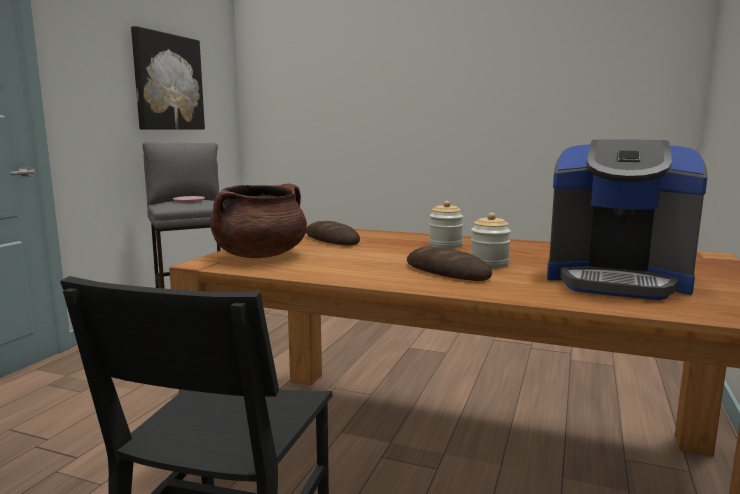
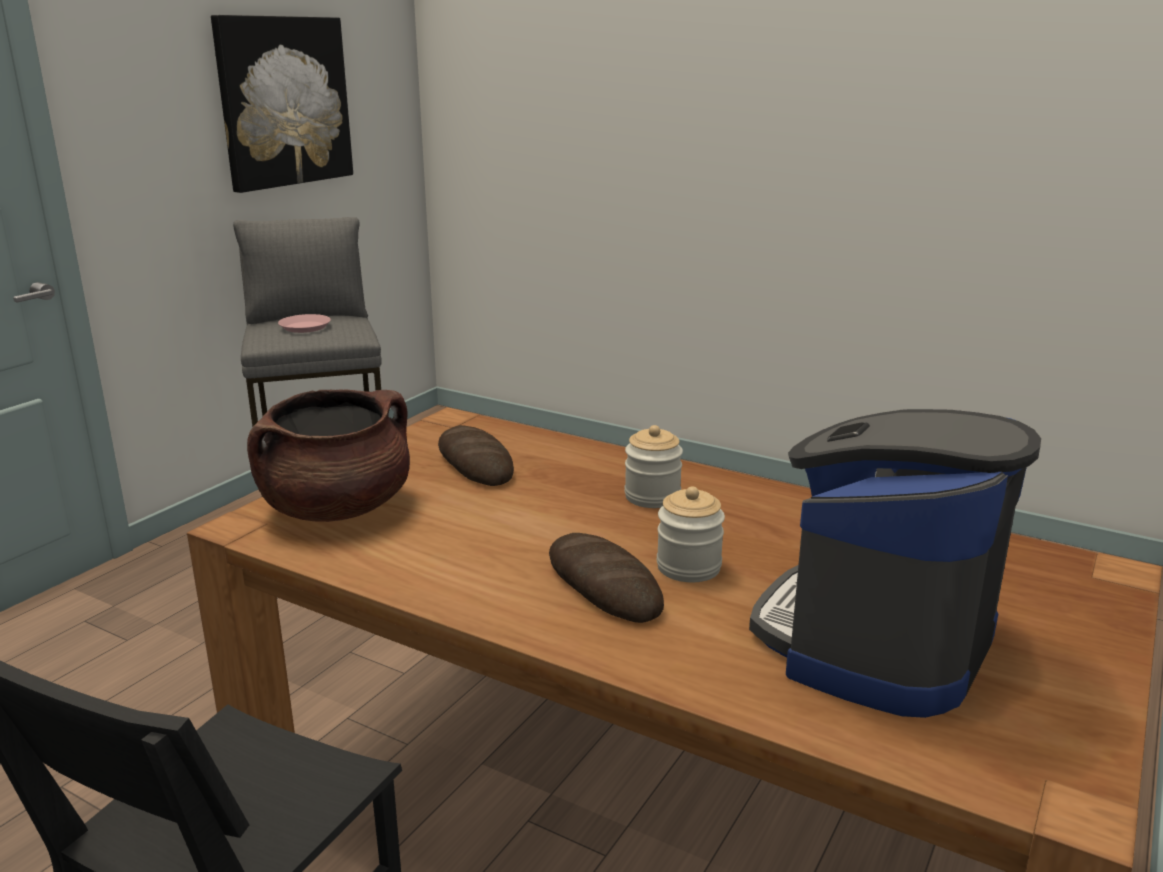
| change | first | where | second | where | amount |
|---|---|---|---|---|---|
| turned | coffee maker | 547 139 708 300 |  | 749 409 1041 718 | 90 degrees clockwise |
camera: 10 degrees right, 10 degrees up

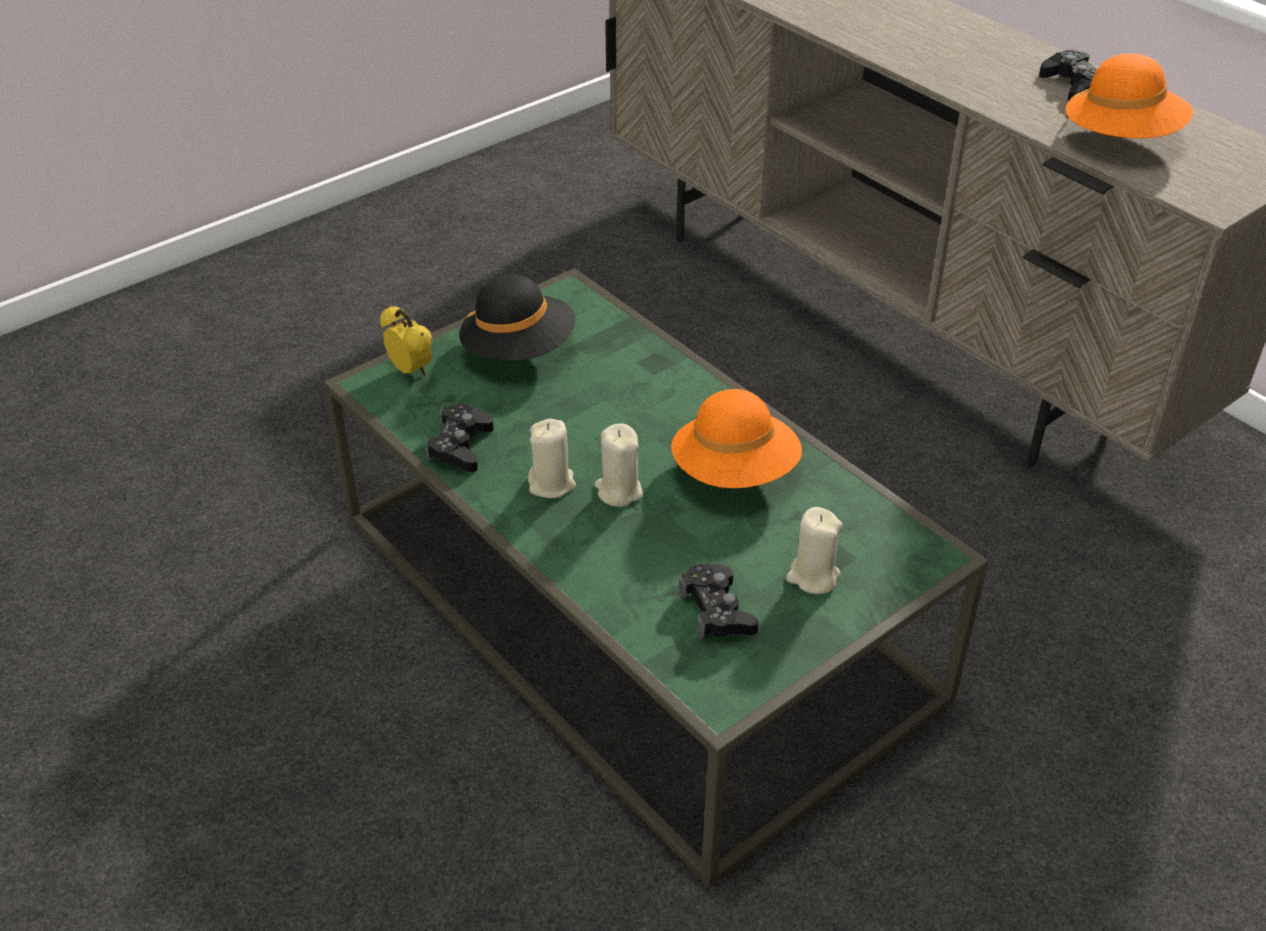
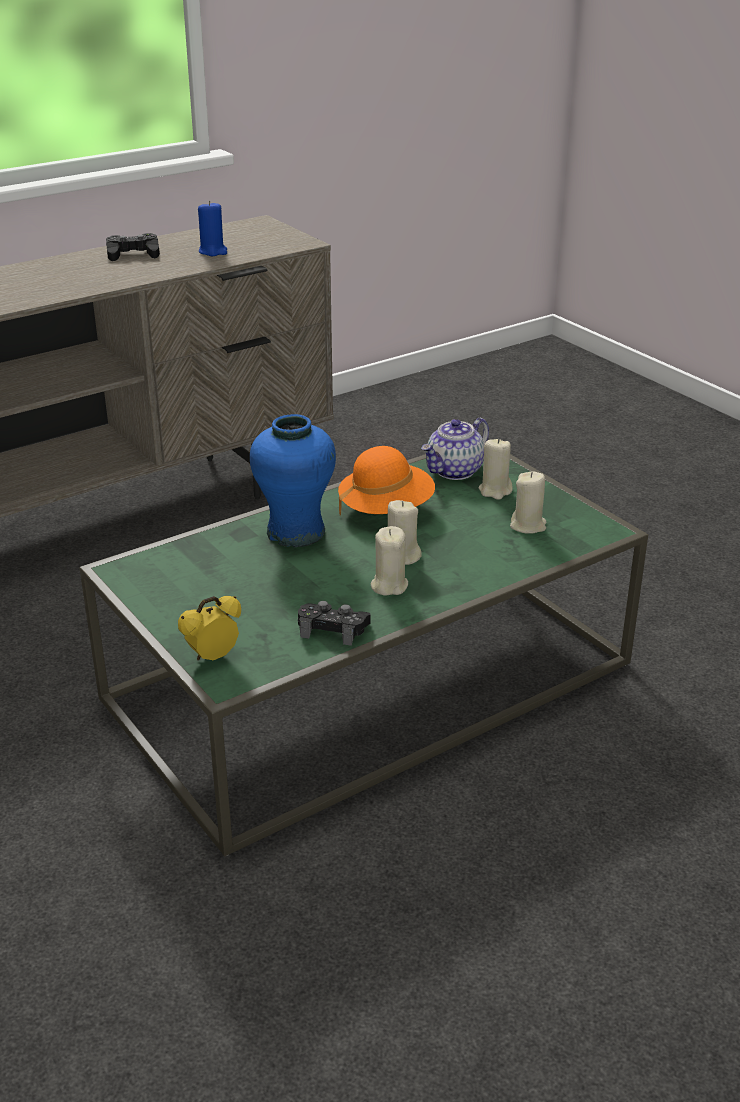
| change | first | where | second | where | amount |
|---|---|---|---|---|---|
| replaced | hat/orangey | 1066 53 1193 138 | candle/blue-coloured | 198 200 227 256 |  |
| added |  |  | vase/blue-coloured | 250 414 336 547 |  |
| added |  |  | teapot | 421 418 489 480 |  |
| replaced | joypad/blackish | 679 563 759 640 | candle/beige-coloured | 510 471 546 534 |  |
| removed | hat/blackish | 459 274 575 361 |  |  |  |
camera: 85 degrees left, 10 degrees down

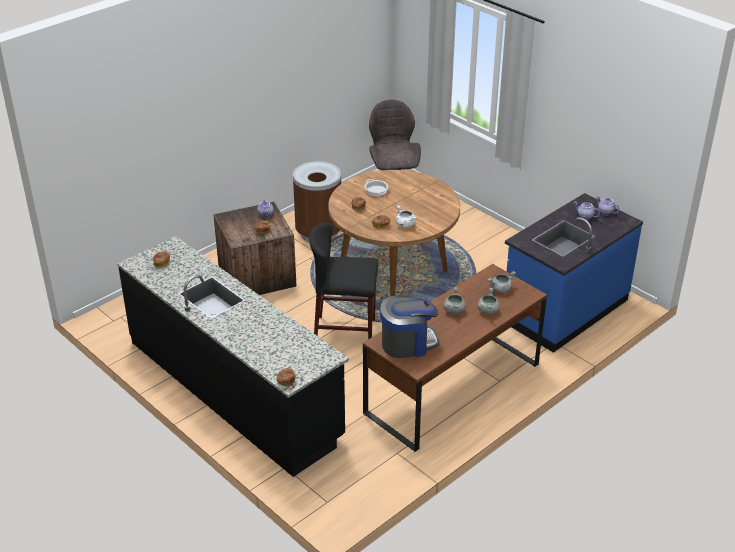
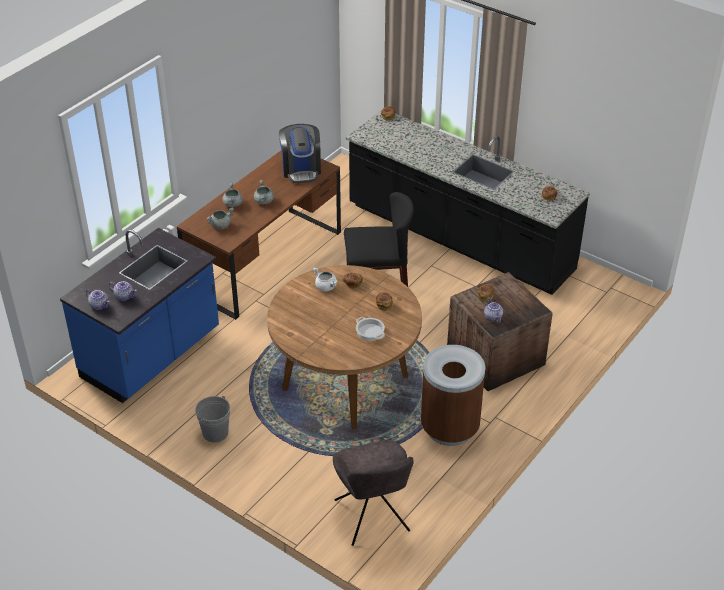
| change | first | where | second | where | amount |
|---|---|---|---|---|---|
| added |  |  | pail/greyish | 195 396 230 442 |  |
| turned | coffee maker | 380 295 439 358 |  | 279 124 321 183 | 75 degrees counterclockwise |
camera: 170 degrees right, 5 degrees up

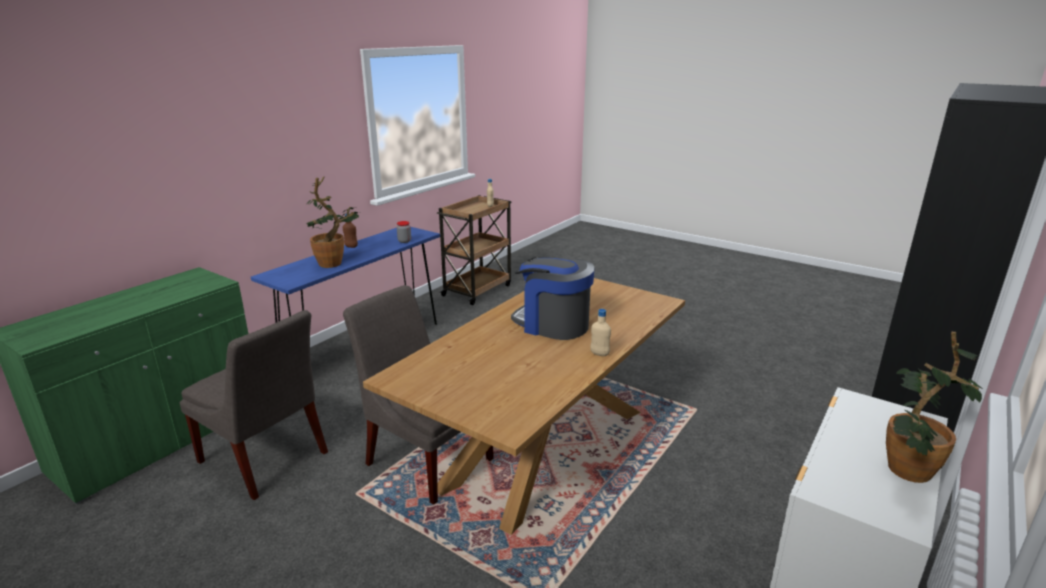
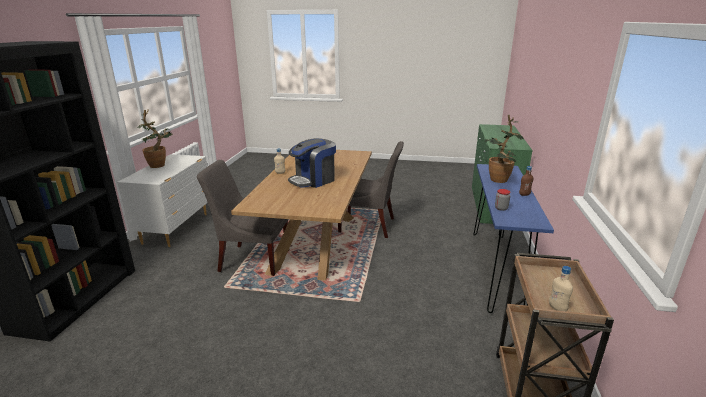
| change | first | where | second | where | amount |
|---|---|---|---|---|---|
| moved | upright chair/greyish | 180 310 328 500 |  | 197 160 290 276 |  |
| turned | coffee maker | 511 257 594 340 |  | 288 138 336 188 | 135 degrees clockwise |
camera: 155 degrees right, 0 degrees up

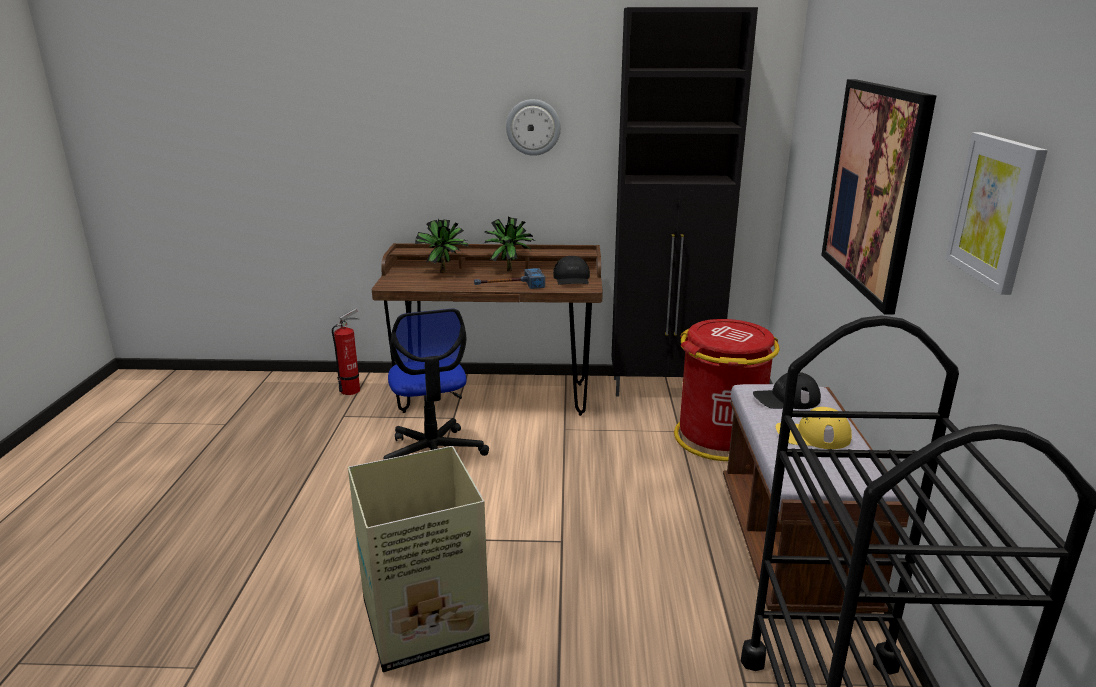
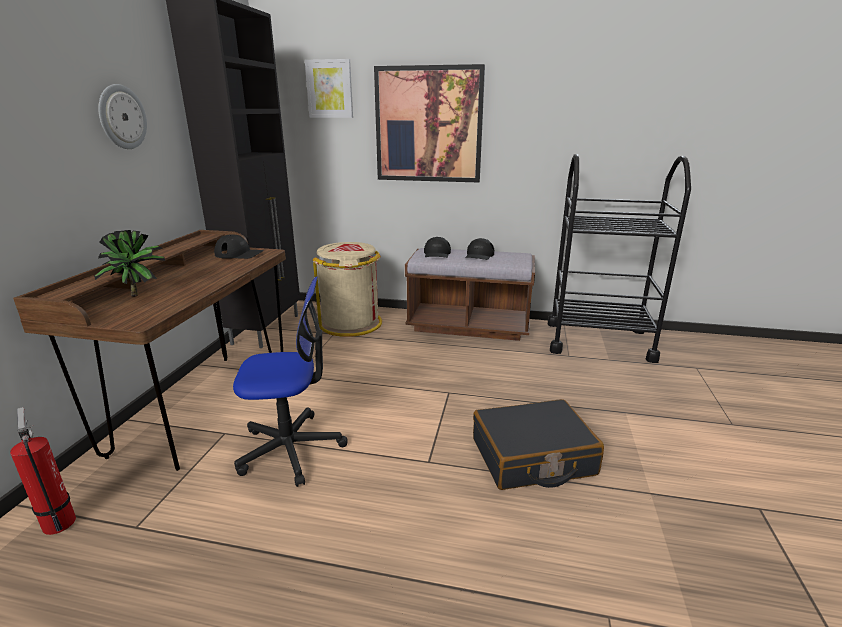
| change | first | where | second | where | amount |
|---|---|---|---|---|---|
| moved | wall art | 946 132 1048 295 |  | 305 59 353 118 |  |
| recoloured | trash can/red-coloured | 674 319 779 461 | trash can/beige-coloured | 313 242 382 337 |  |
| recoloured | peaked cap/yellow | 776 407 852 449 | peaked cap/blackish | 465 238 495 260 |  |
| replaced | carton | 348 446 490 673 | suitcase/blackish | 473 399 604 490 |  |
| removed | hand hammer | 474 268 545 289 |  |  |  |
| removed | potted plant | 484 217 535 271 |  |  |  |
camera: 80 degrees left, 0 degrees up

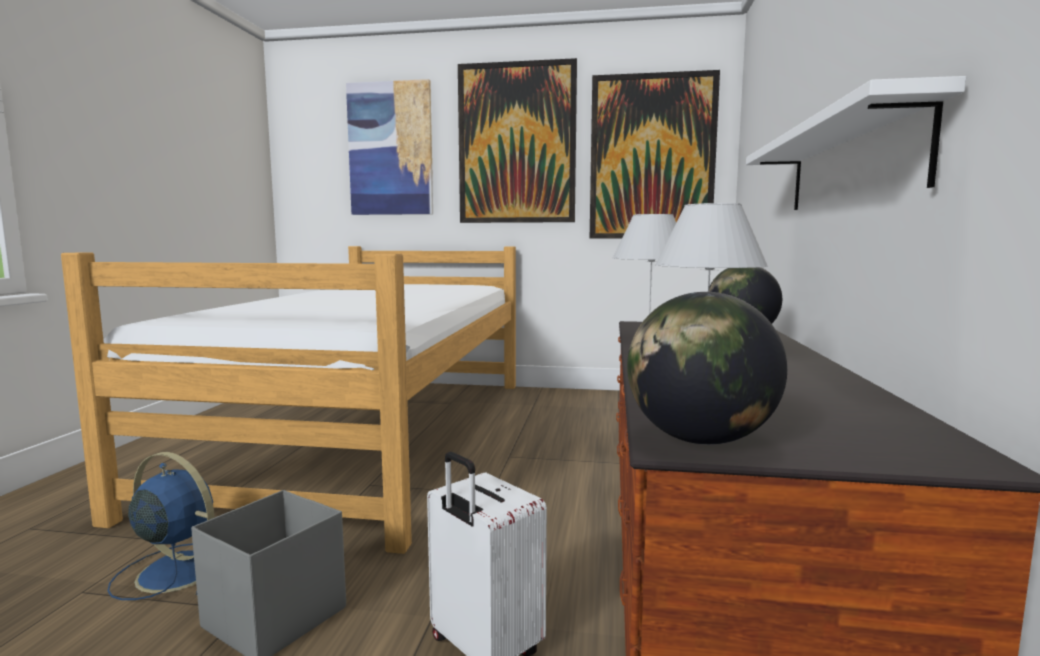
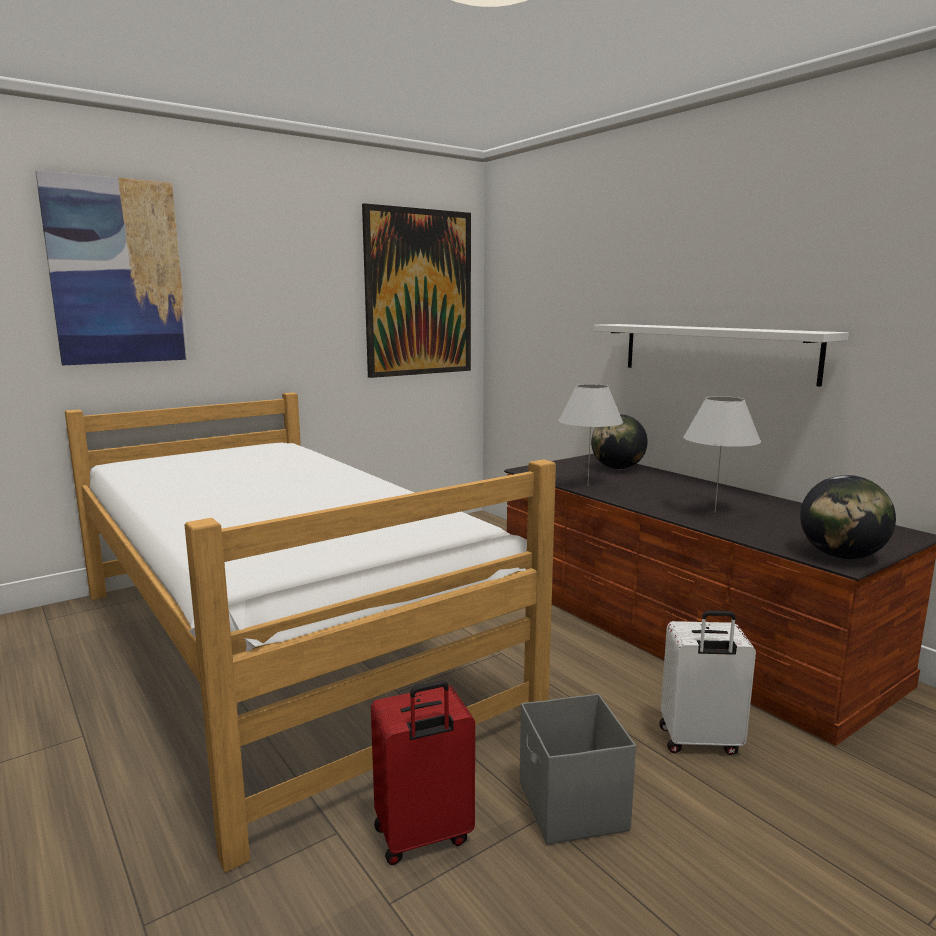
| change | first | where | second | where | amount |
|---|---|---|---|---|---|
| replaced | fan/blue-coloured | 107 452 215 600 | suitcase/red-coloured | 371 681 475 865 |  |
| removed | wall art | 458 58 577 223 |  |  |  |
camera: 45 degrees left, 5 degrees up

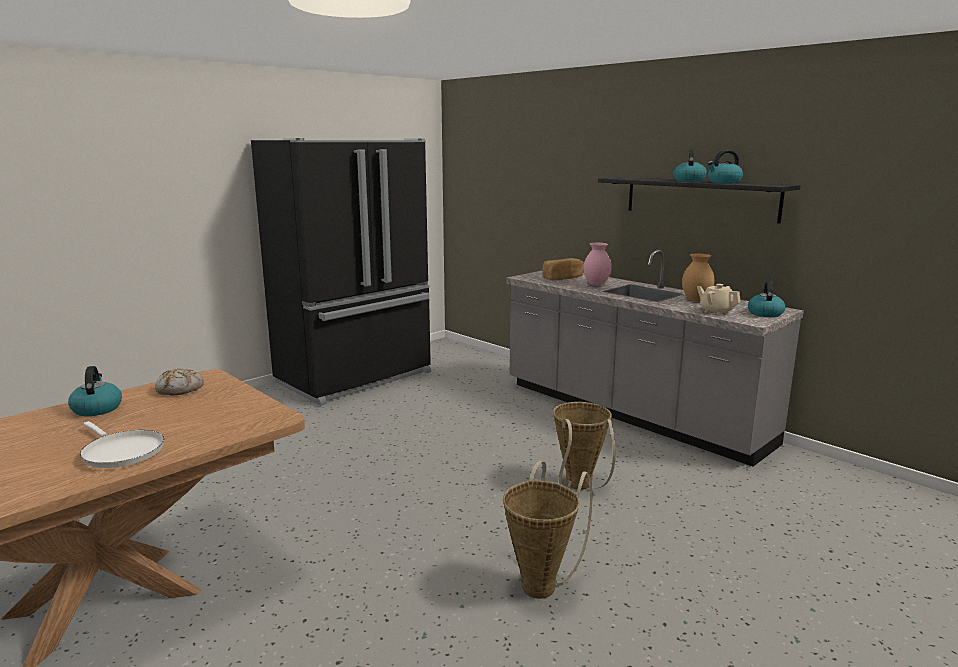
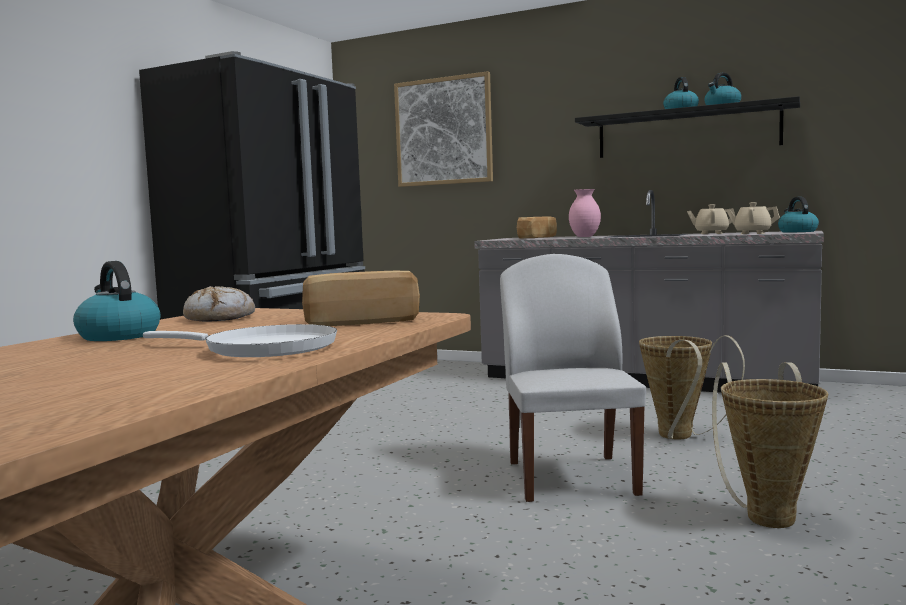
| change | first | where | second | where | amount |
|---|---|---|---|---|---|
| added |  |  | baked bread | 302 271 420 326 |  |
| added |  |  | wall art | 394 71 493 187 |  |
| added |  |  | upright chair/whitish | 500 254 646 502 |  |
| replaced | vase/brown | 682 254 714 301 | teapot/beige-coloured | 687 204 736 234 |  |
camera: 20 degrees left, 10 degrees down

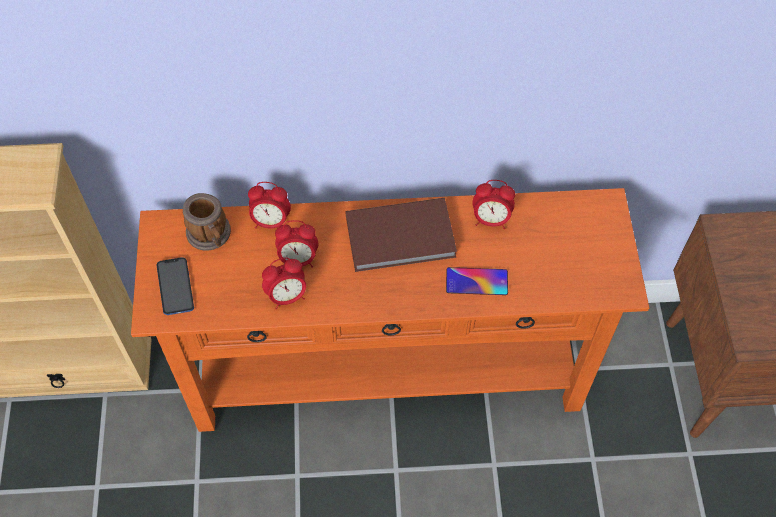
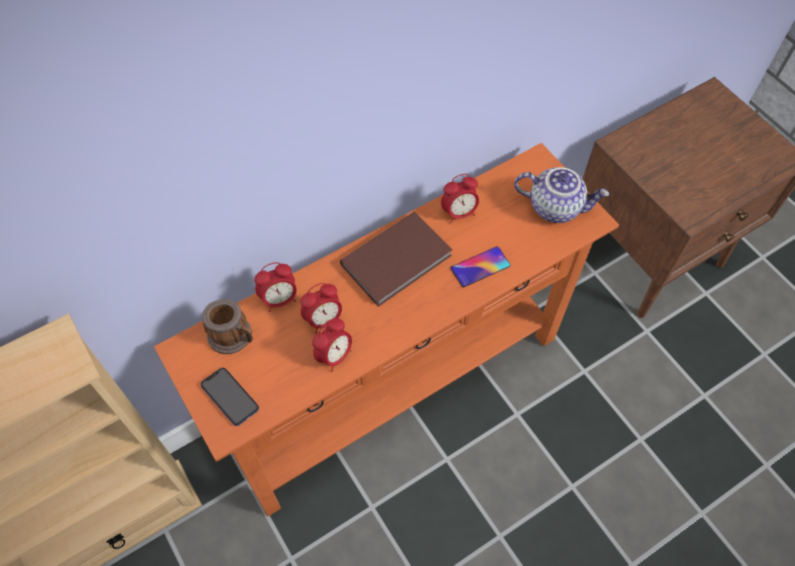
| change | first | where | second | where | amount |
|---|---|---|---|---|---|
| added |  |  | teapot | 514 167 609 223 |  |
camera: 30 degrees left, 0 degrees up

